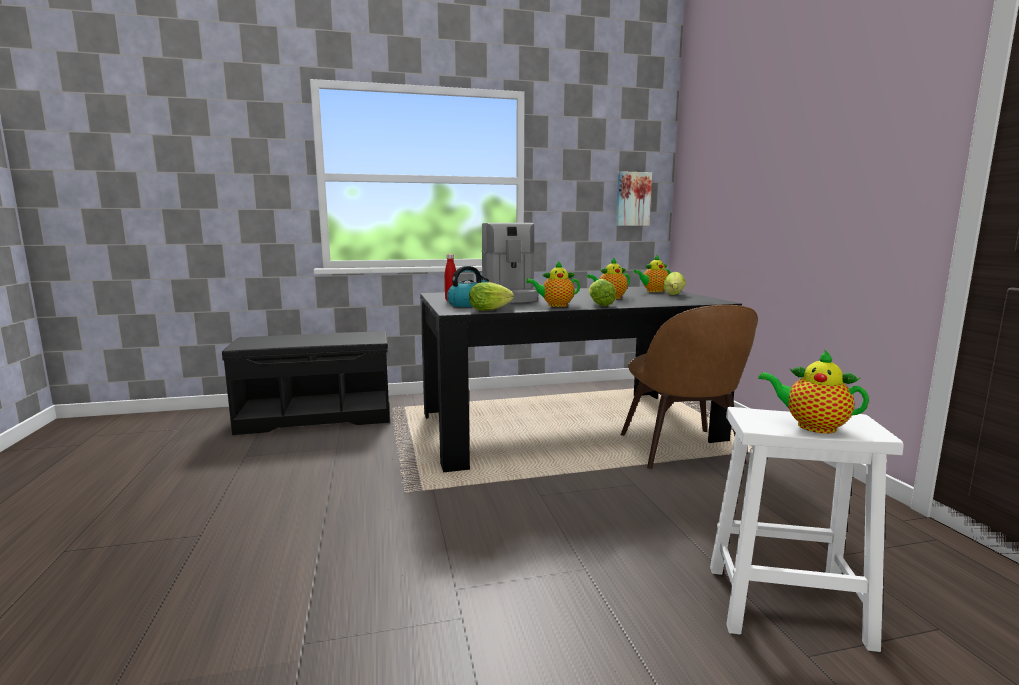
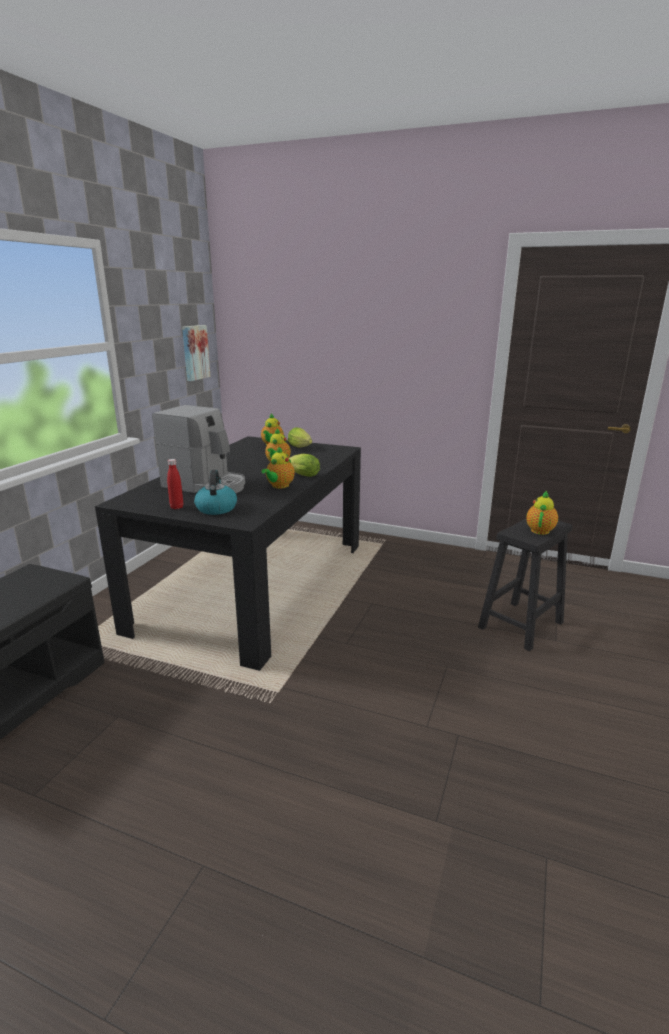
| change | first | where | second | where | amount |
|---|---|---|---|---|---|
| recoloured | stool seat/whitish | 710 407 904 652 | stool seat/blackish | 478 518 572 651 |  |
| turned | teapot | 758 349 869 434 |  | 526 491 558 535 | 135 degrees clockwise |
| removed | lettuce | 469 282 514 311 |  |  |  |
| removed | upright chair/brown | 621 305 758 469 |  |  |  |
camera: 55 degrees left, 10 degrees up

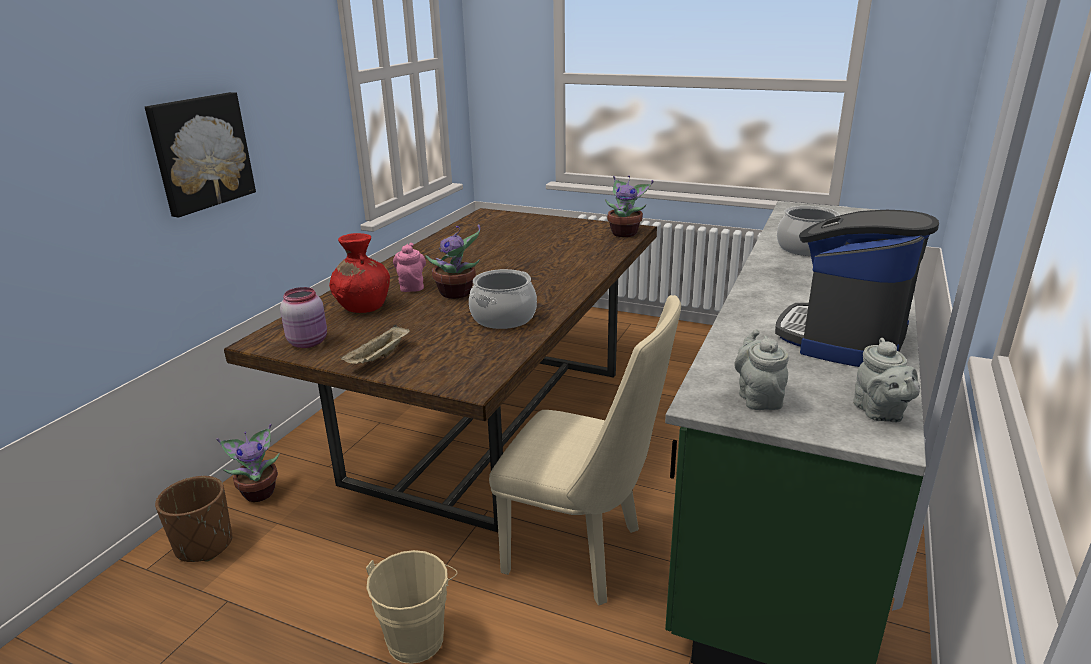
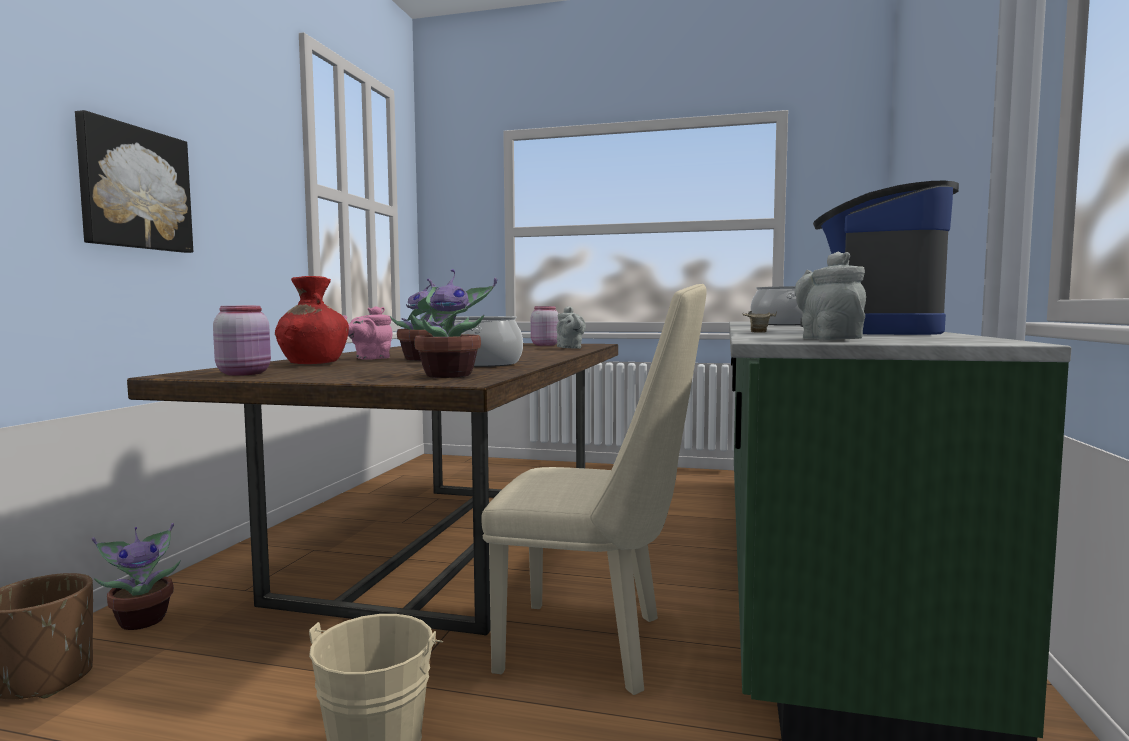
| change | first | where | second | where | amount |
|---|---|---|---|---|---|
| turned | teapot/pinkish | 393 243 426 292 |  | 343 306 393 360 | 120 degrees counterclockwise |
| moved | potted plant | 605 176 653 237 |  | 412 269 497 378 |  |
| added |  |  | preserve jar/pinkish | 531 306 559 346 |  |
| moved | teapot/greyish | 853 338 920 422 |  | 557 306 586 349 |  |
| moved | tray/beige-coloured | 341 325 410 364 |  | 743 311 777 333 |  |
camera: 10 degrees left, 20 degrees down

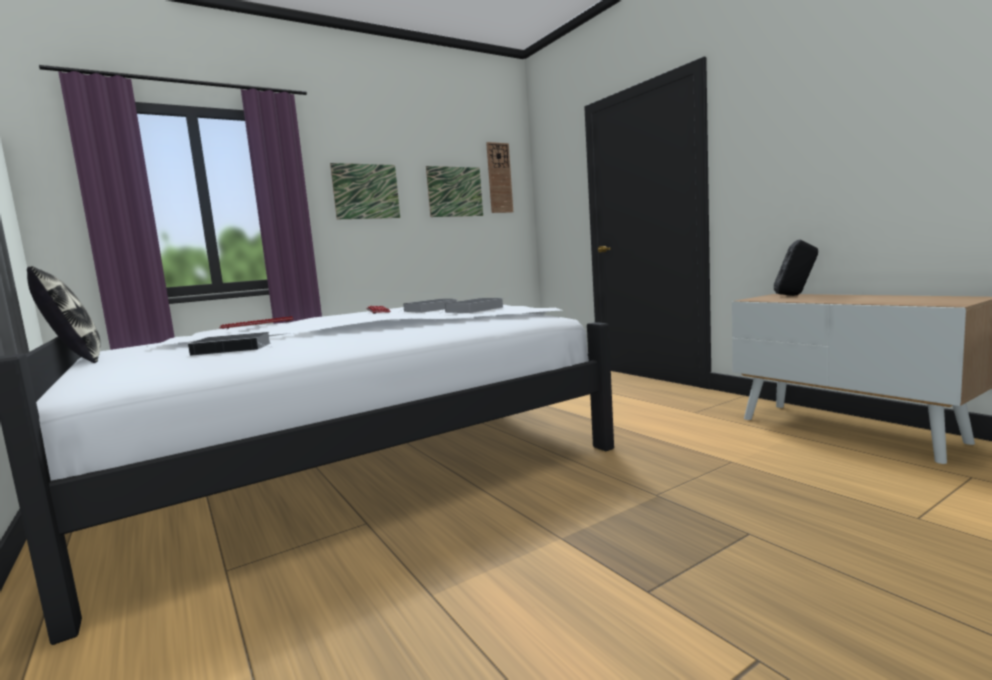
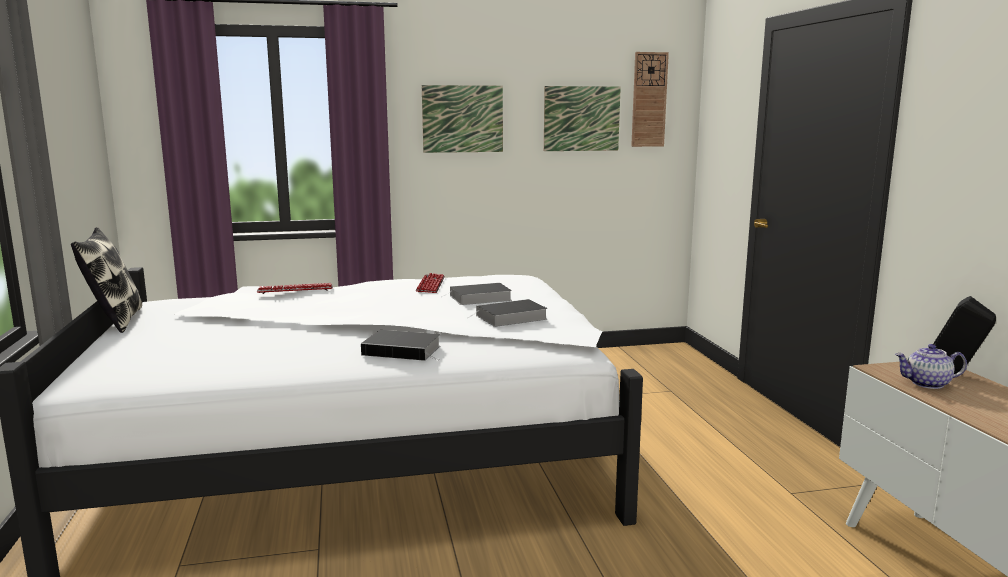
| change | first | where | second | where | amount |
|---|---|---|---|---|---|
| moved | book | 188 332 271 356 |  | 361 330 440 361 |  |
| added |  |  | teapot | 895 344 967 389 |  |
camera: 20 degrees right, 5 degrees up

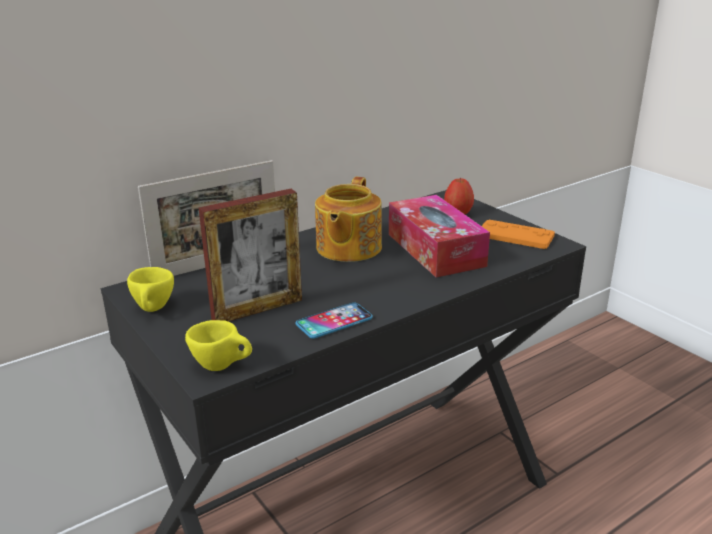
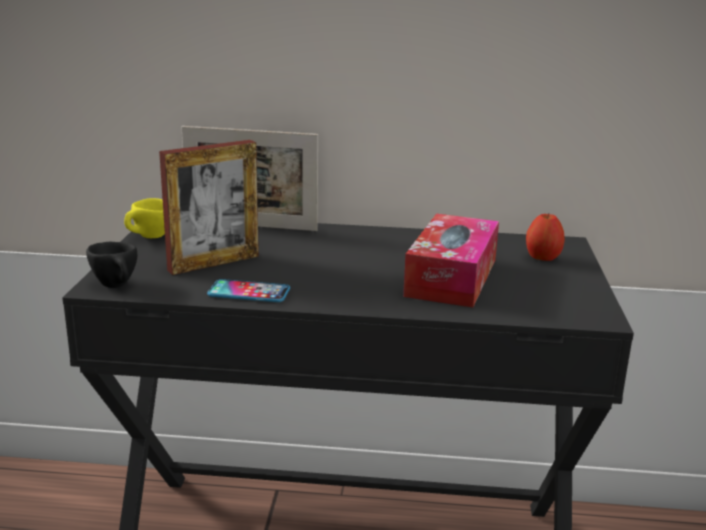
| change | first | where | second | where | amount |
|---|---|---|---|---|---|
| recoloured | drinking cup/yellow | 185 320 252 371 | drinking cup/blackish | 86 242 137 288 |  |
| turned | standing frame | 199 189 302 322 |  | 159 140 259 275 | 45 degrees counterclockwise |
| removed | teapot | 315 177 382 262 |  |  |  |
| removed | joypad/orangey | 482 220 555 249 |  |  |  |
camera: 40 degrees right, 5 degrees down

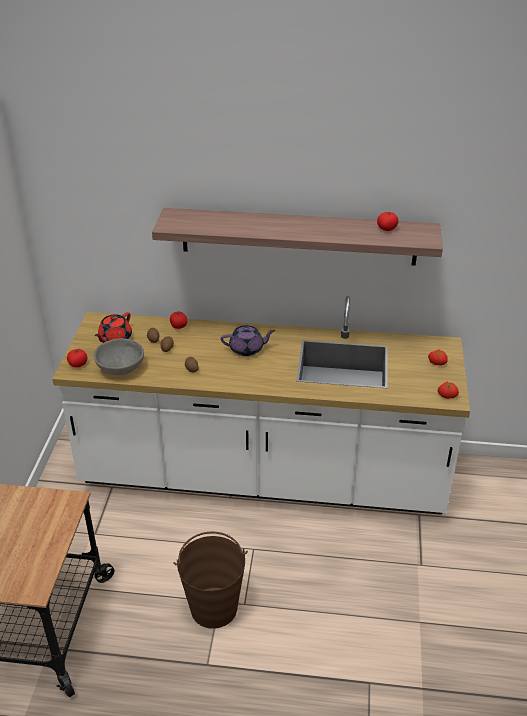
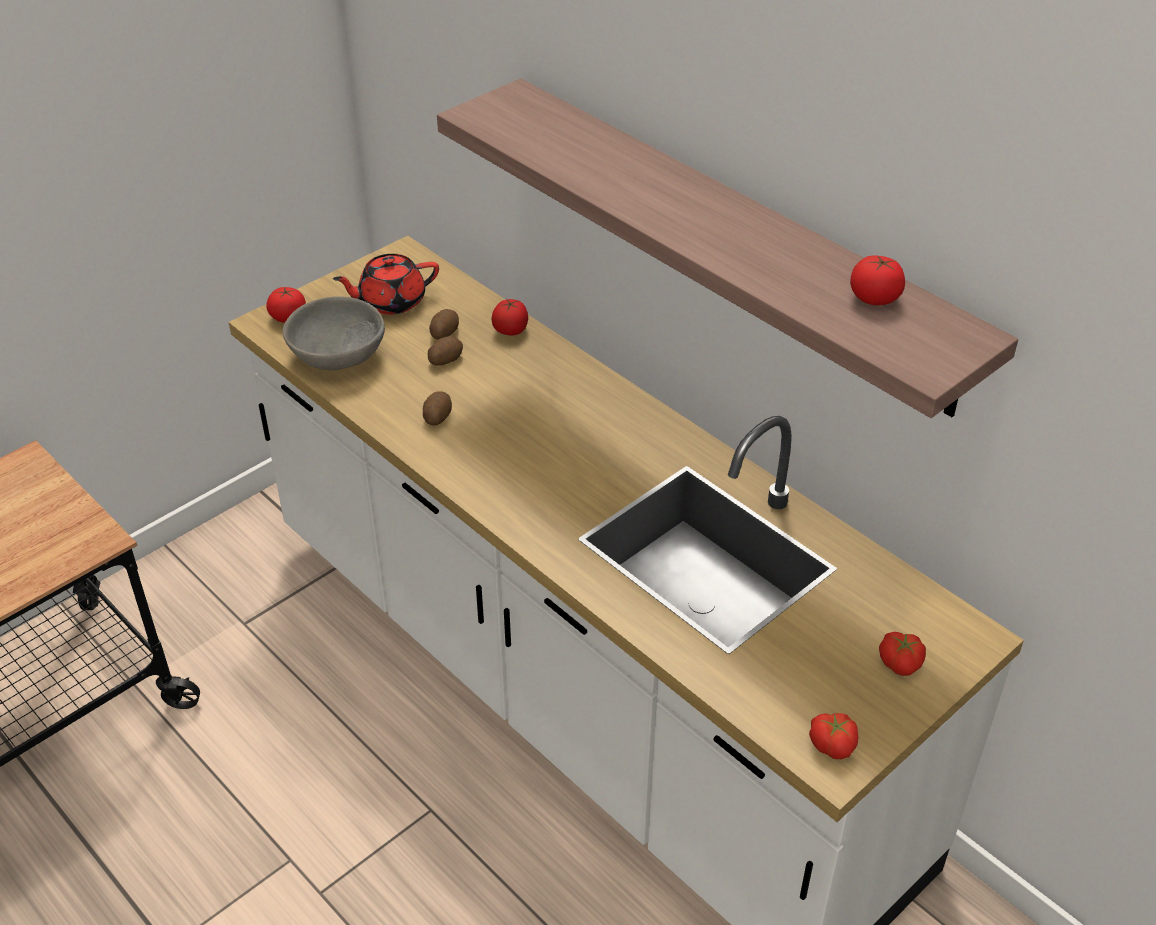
| change | first | where | second | where | amount |
|---|---|---|---|---|---|
| removed | pail/brown | 173 532 248 629 |  |  |  |
| removed | teapot/purplish | 221 325 275 356 |  |  |  |
camera: 40 degrees right, 5 degrees up

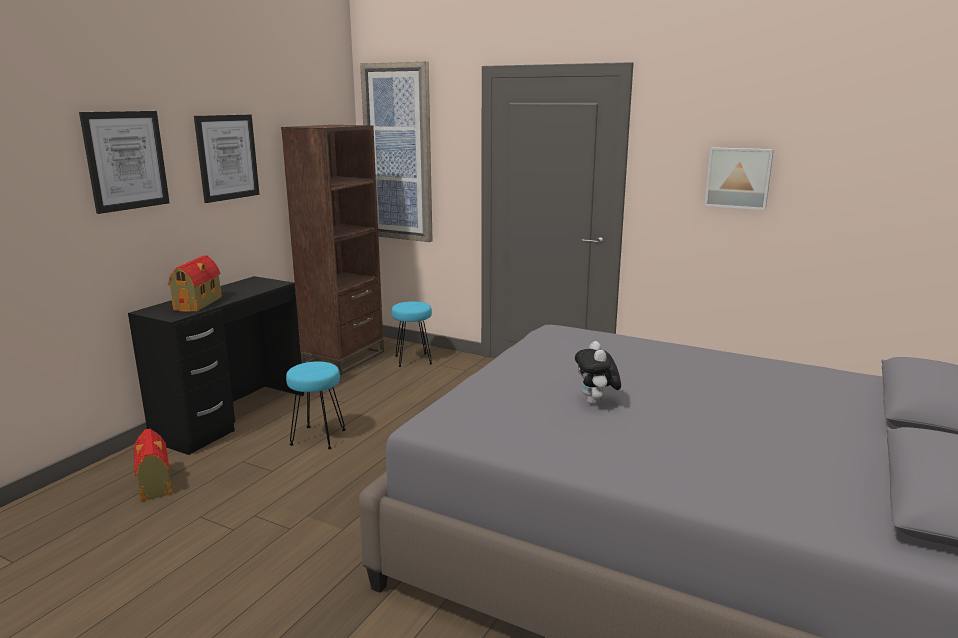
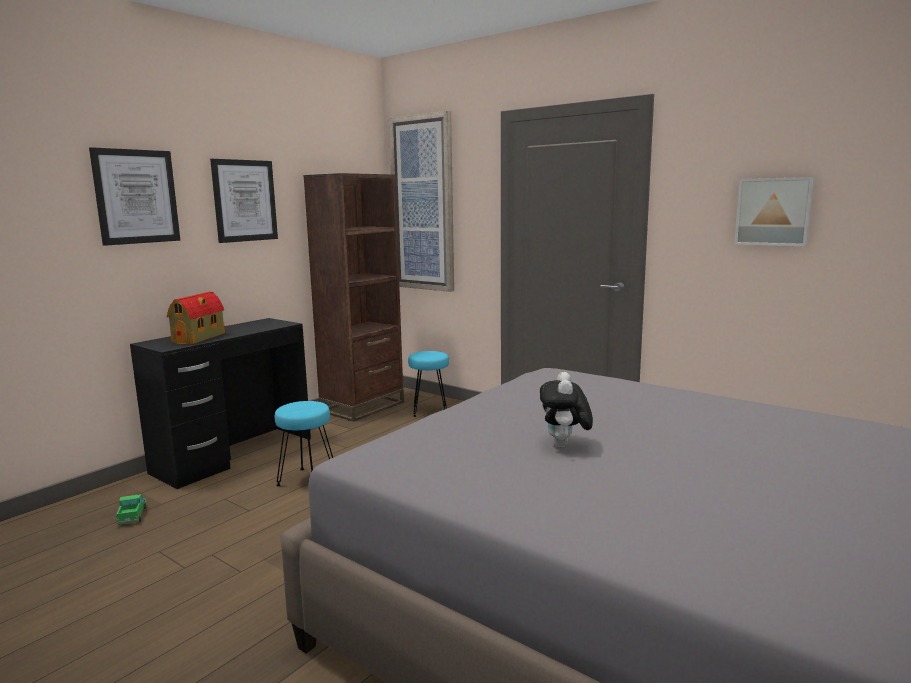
| change | first | where | second | where | amount |
|---|---|---|---|---|---|
| replaced | miniature house | 134 429 172 501 | toy truck | 116 494 147 525 |  |
camera: 10 degrees right, 5 degrees down

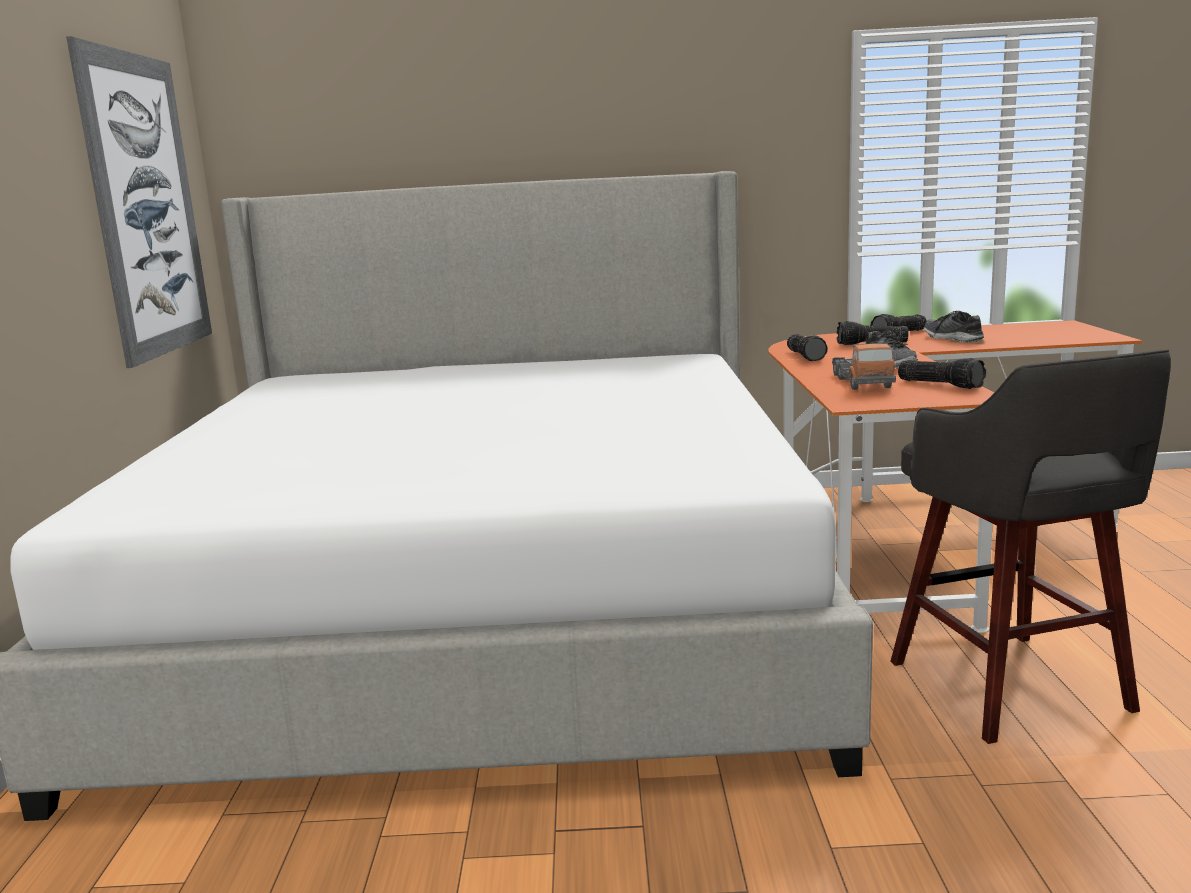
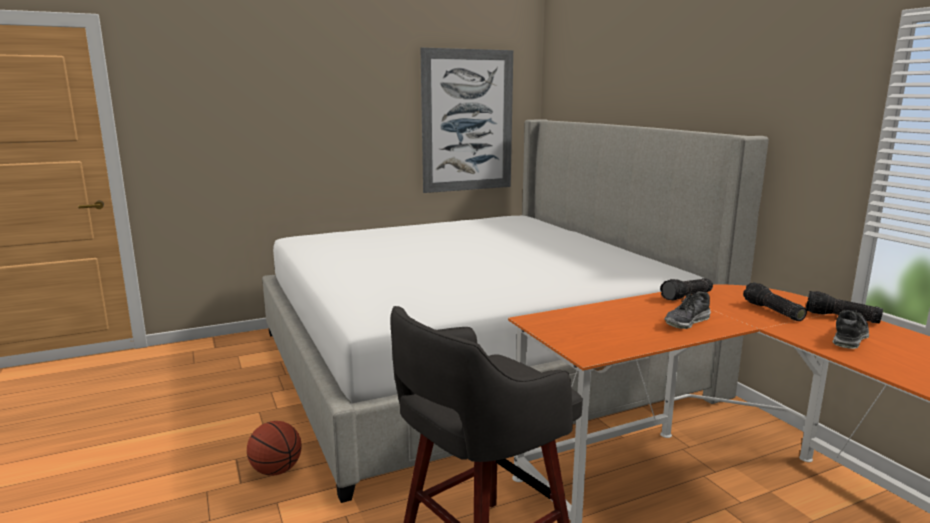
| change | first | where | second | where | amount |
|---|---|---|---|---|---|
| added |  |  | basketball ball | 247 421 302 476 |  |
| removed | toy truck | 832 343 897 390 |  |  |  |
| removed | torch | 898 358 986 389 |  |  |  |
camera: 65 degrees right, 0 degrees up

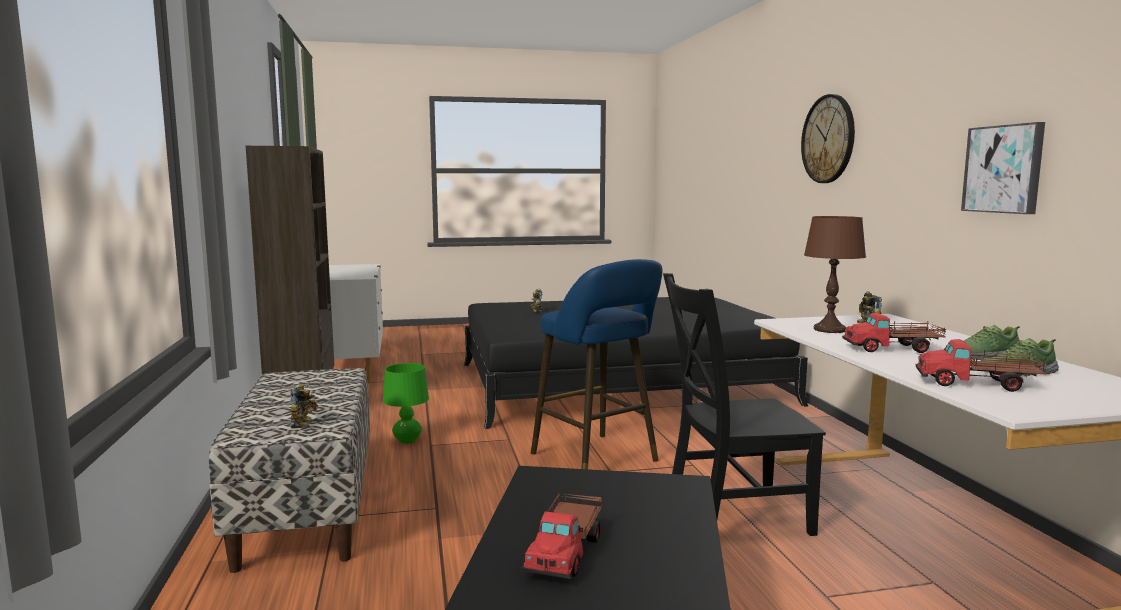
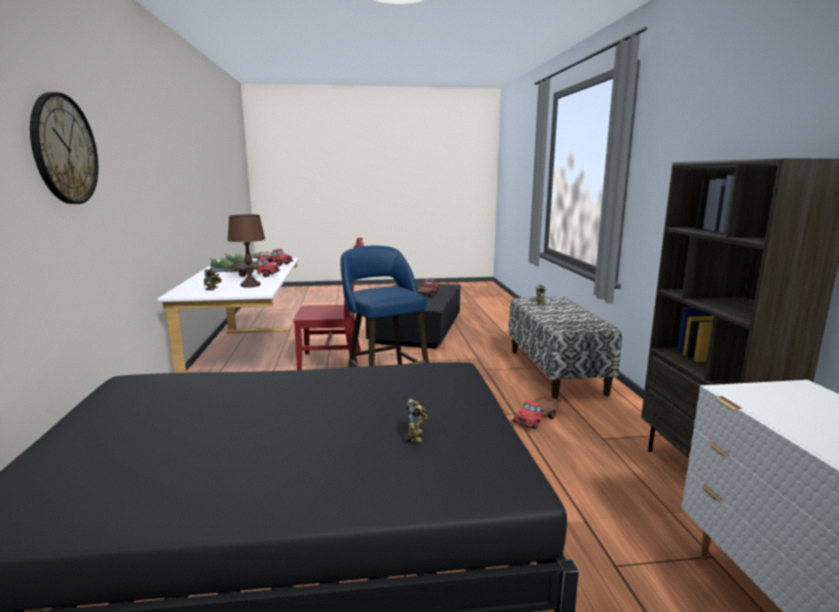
| change | first | where | second | where | amount |
|---|---|---|---|---|---|
| recoloured | upright chair/blackish | 663 273 826 536 | upright chair/red-coloured | 293 238 364 370 |  |
| replaced | tabletop lamp/greenish | 383 363 429 444 | toy truck | 512 395 560 429 |  |
| removed | wall art | 961 122 1045 214 |  |  |  |
camera: 175 degrees left, 5 degrees up

